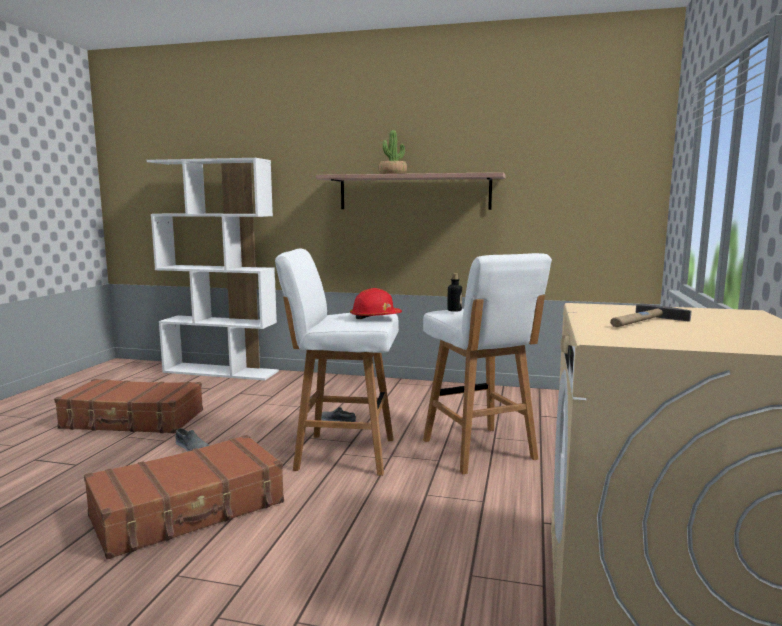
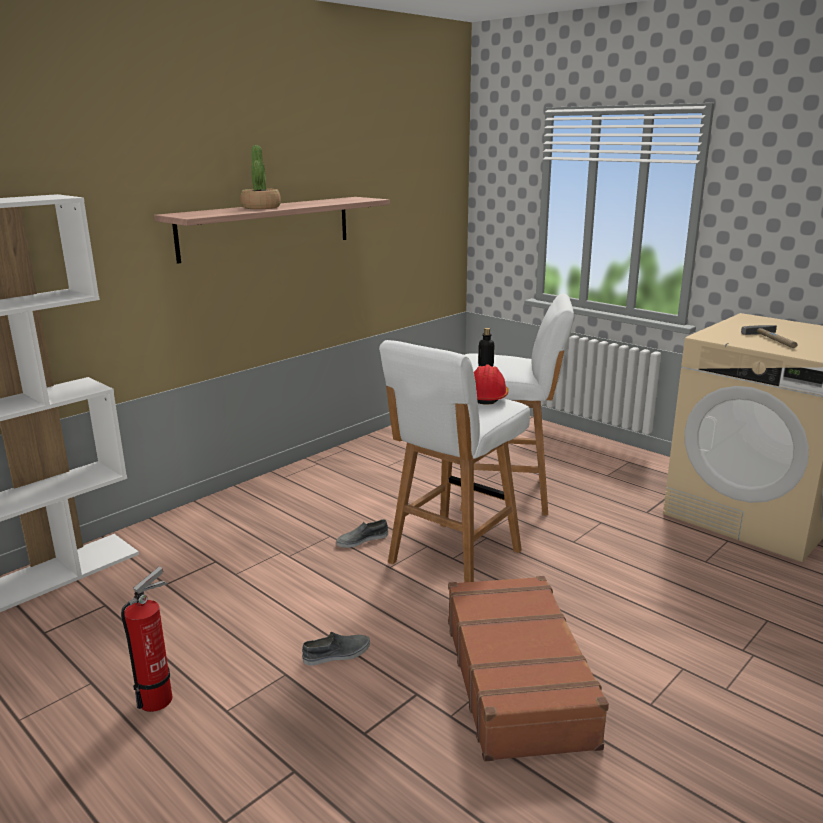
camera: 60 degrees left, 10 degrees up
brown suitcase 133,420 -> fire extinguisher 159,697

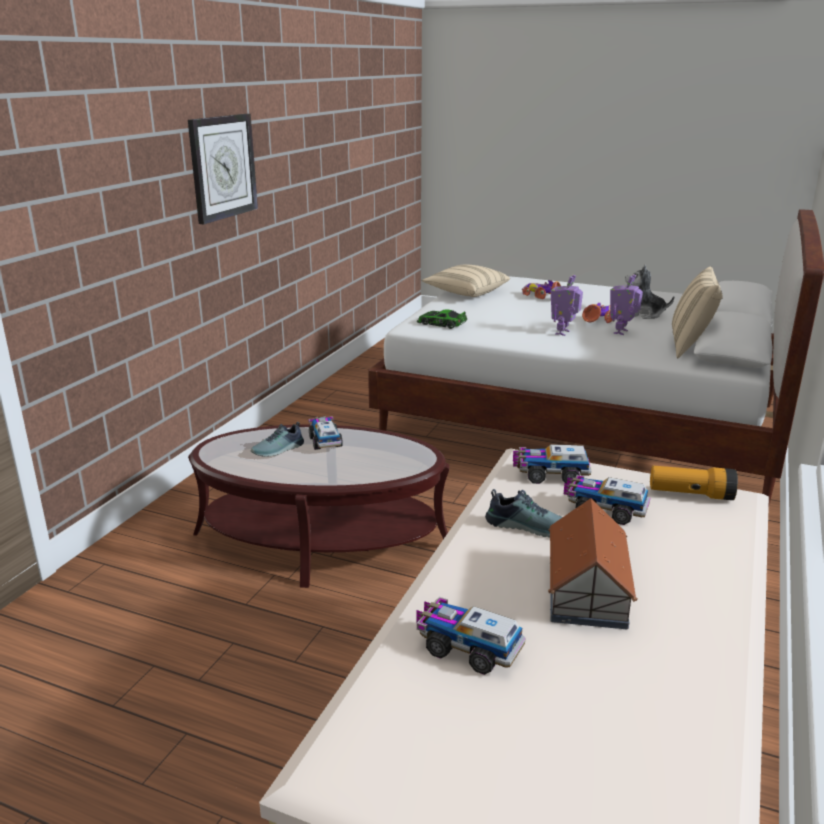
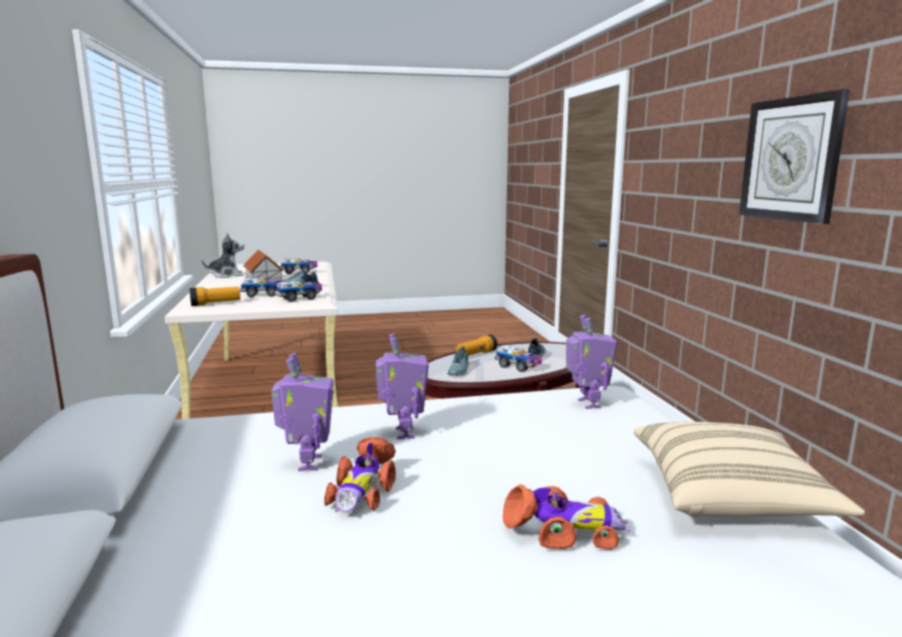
camera: 145 degrees right, 10 degrees down
beige pillow 690,346 -> none
none -> shoe 460,370
none -> flashlight 476,354
plush toy 644,314 -> plush toy 226,275, relocated
toy car 441,323 -> toy robot 587,404

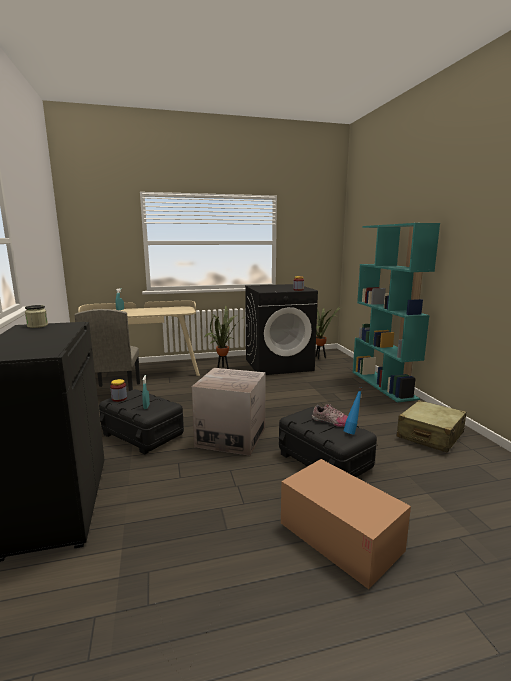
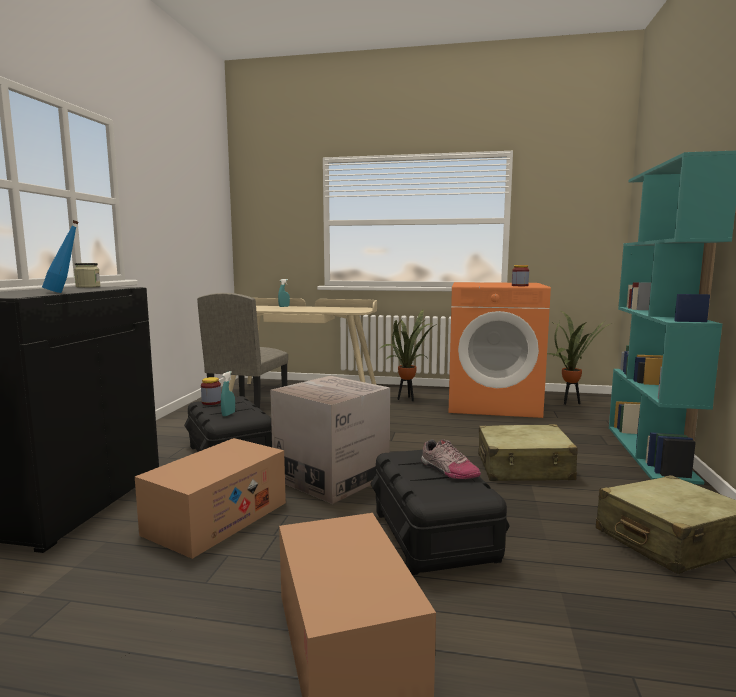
camera: 25 degrees right, 5 degrees down
none -> cardboard box 216,518
none -> beige suitcase 524,468
blue bottle 352,432 -> blue bottle 64,292, relocated
black washing machine 279,364 -> orange washing machine 493,403

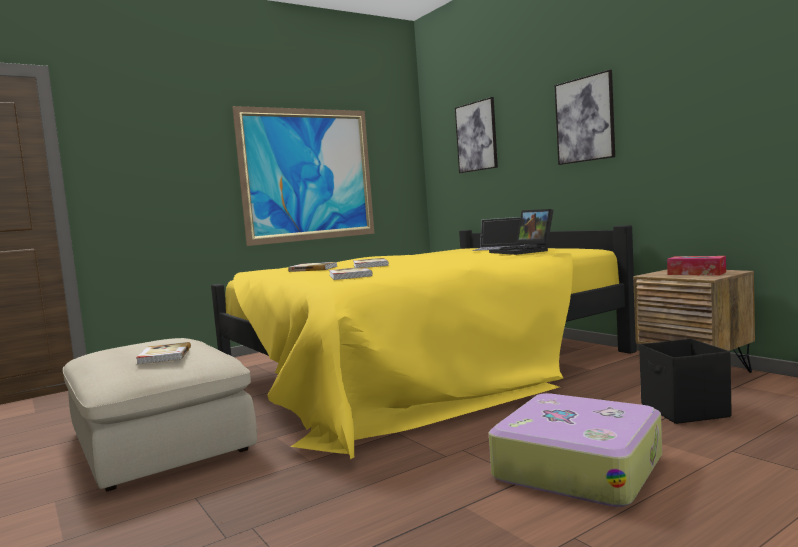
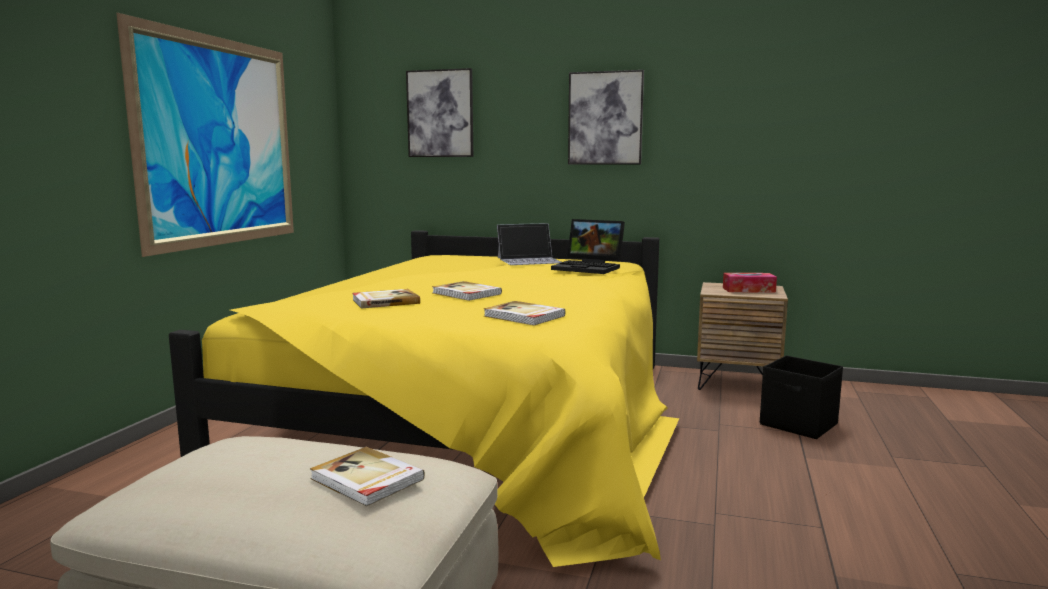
camera: 40 degrees left, 5 degrees up
suitcase 577,466 -> none

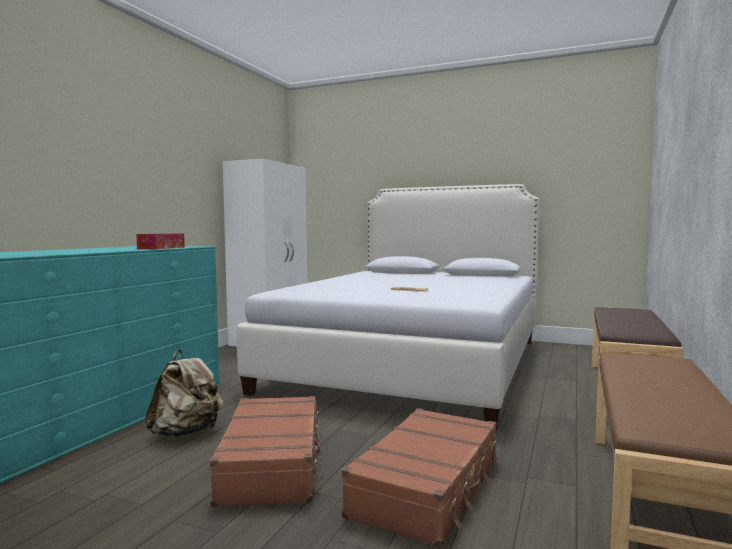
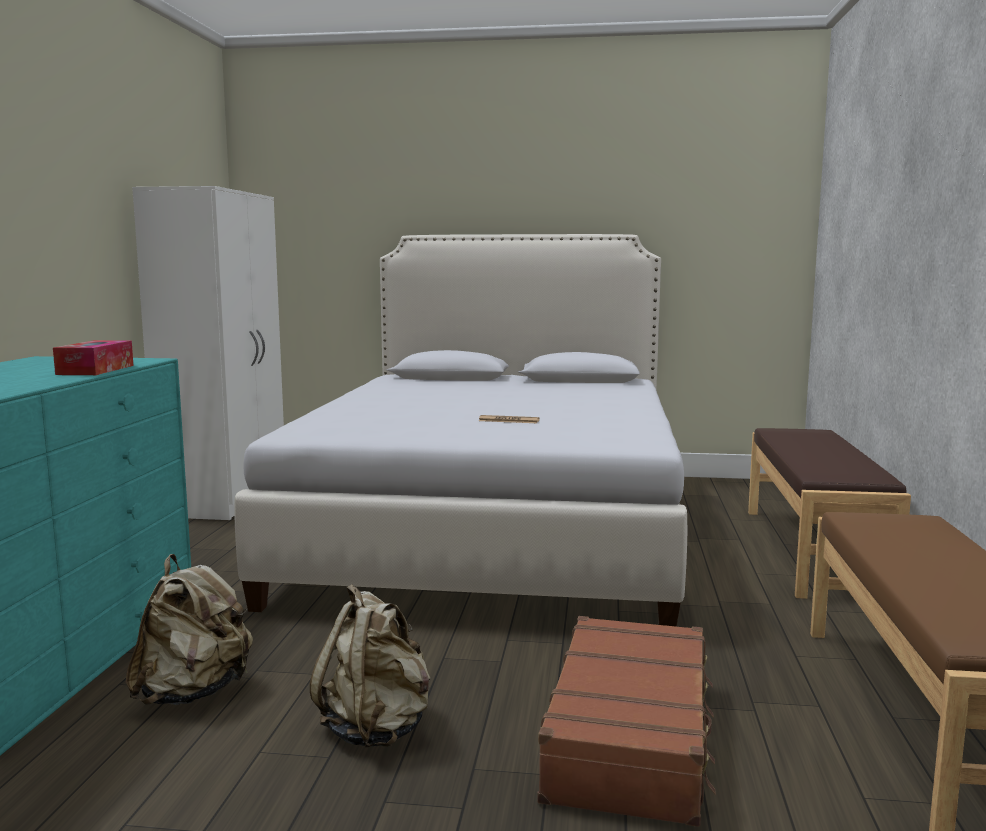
camera: 15 degrees left, 5 degrees up
brown suitcase 273,463 -> beige backpack 377,729

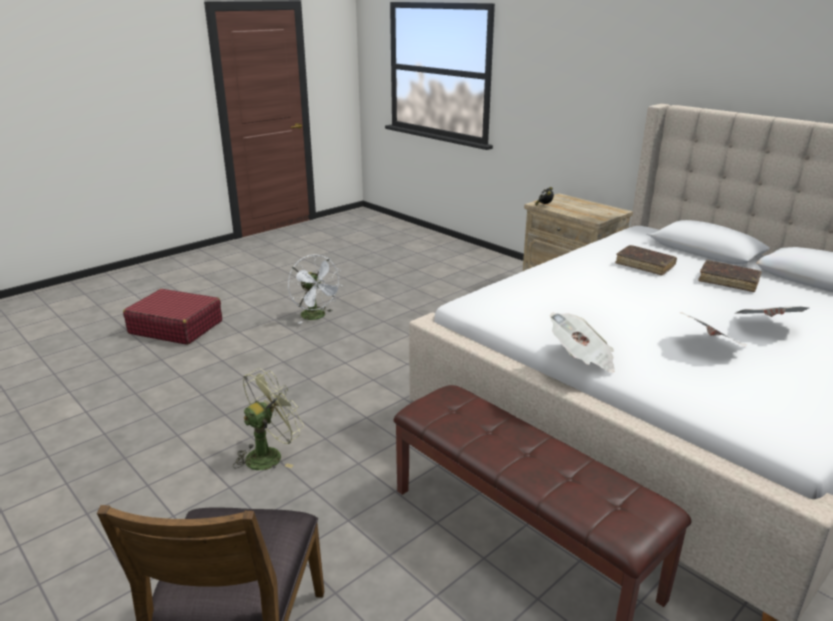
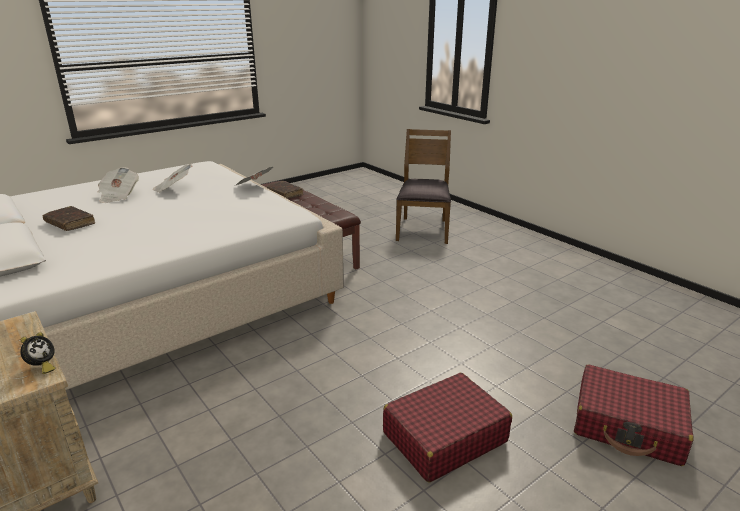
camera: 175 degrees left, 0 degrees up
green fan 270,455 -> none
brown book 644,265 -> brown book 284,194, relocated
white fan 317,317 -> red suitcase 444,437

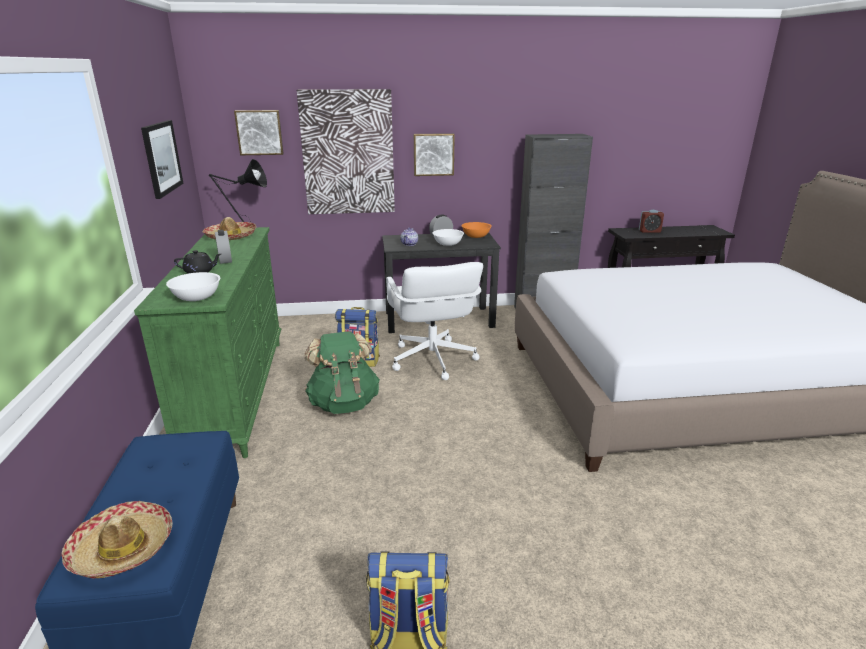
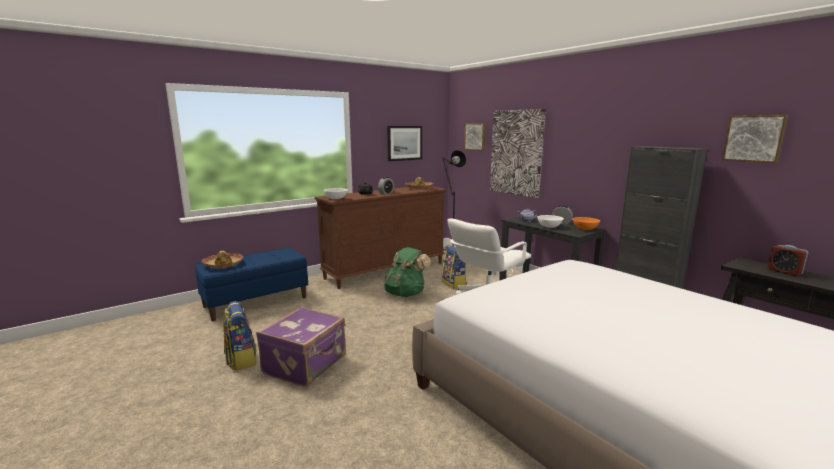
camera: 60 degrees right, 10 degrees down
none -> purple suitcase 306,364
picture 433,154 -> picture 754,138, relocated
green dresser 238,392 -> brown dresser 386,270

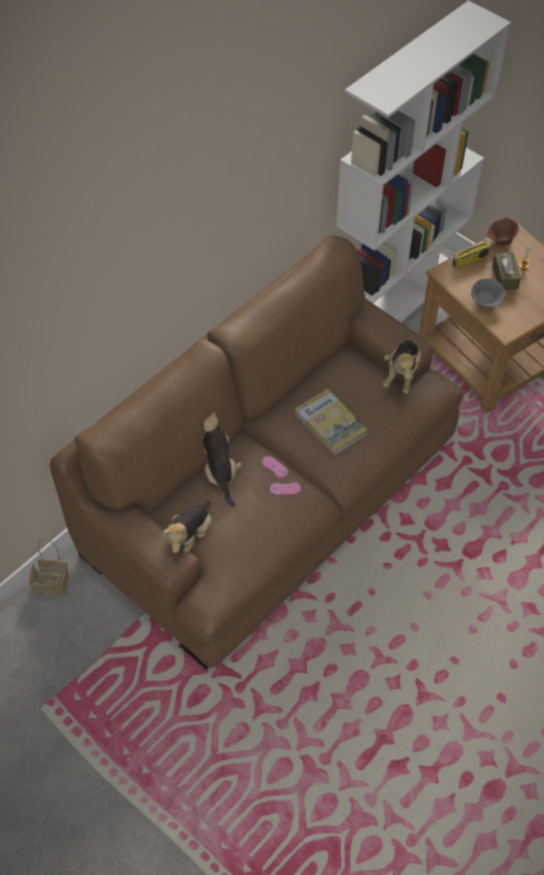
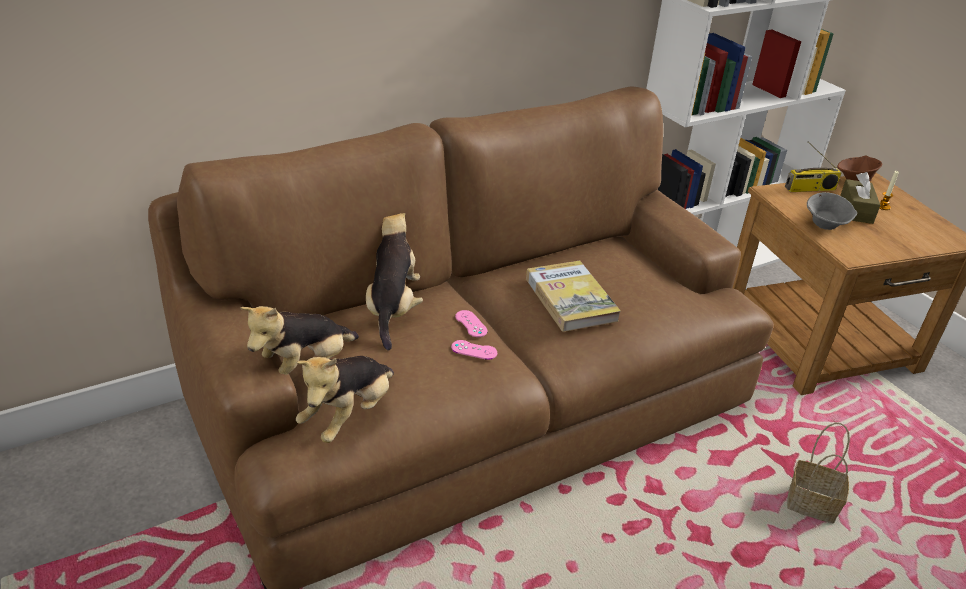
camera: 15 degrees right, 20 degrees down
basket 53,583 -> basket 813,504, relocated
plush toy 401,374 -> plush toy 349,415, relocated

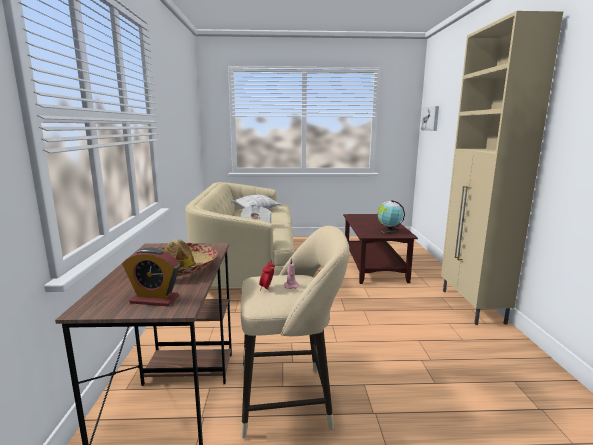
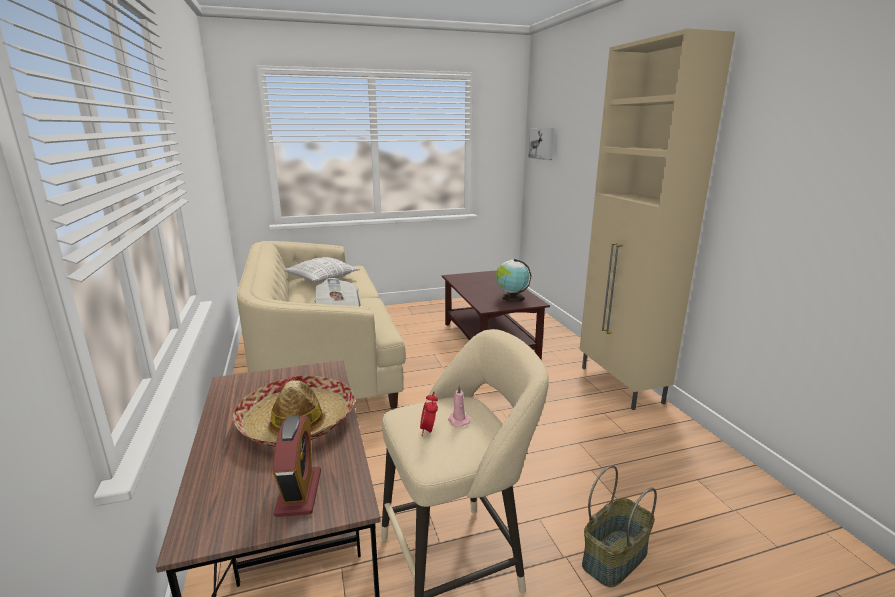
camera: 15 degrees left, 5 degrees up
none -> basket 614,557
alarm clock 154,300 -> alarm clock 299,493, 90 degrees counterclockwise

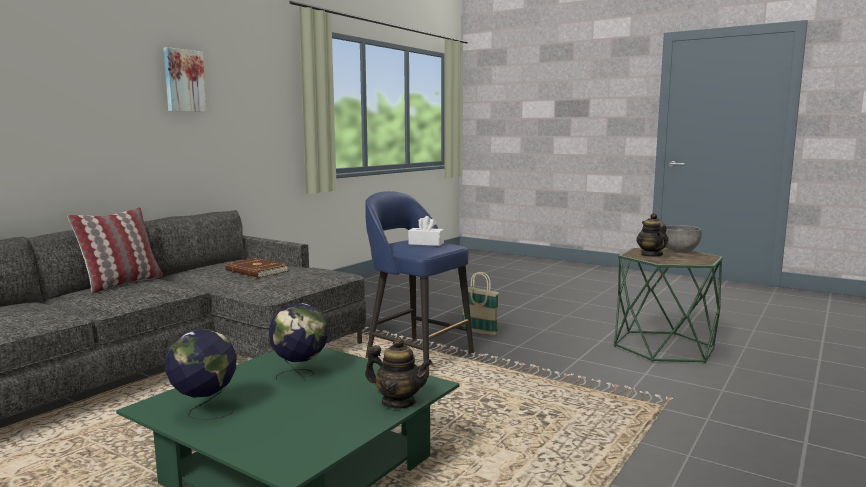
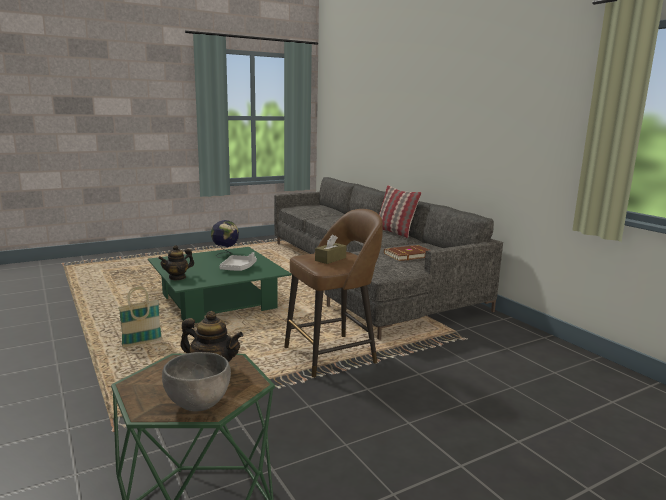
camera: 115 degrees right, 5 degrees up
picture 184,81 -> none
basket 479,332 -> basket 142,343, relocated
globe 300,375 -> grey tray 238,268
blue stool 417,355 -> brown stool 332,355
white tissue box 426,243 -> brown tissue box 330,259

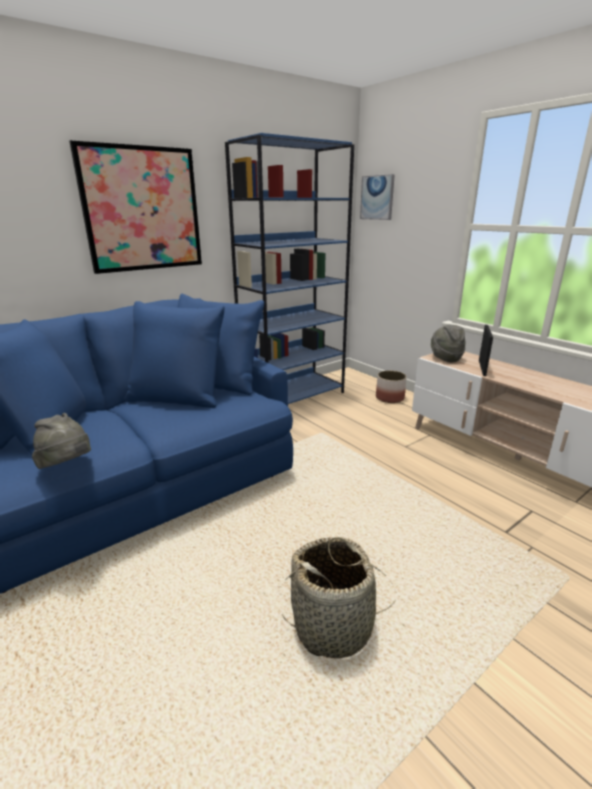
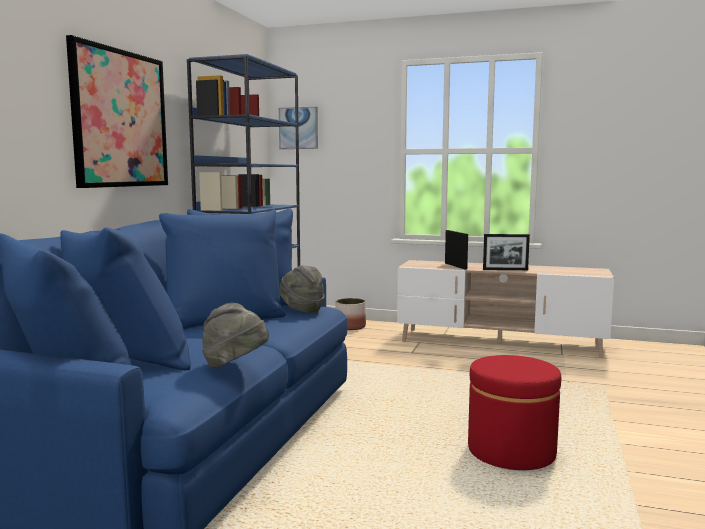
camera: 35 degrees left, 15 degrees down
none -> picture frame 505,270
grey hat 445,358 -> grey hat 301,310, relocated
basket 334,626 -> red ottoman 511,451

